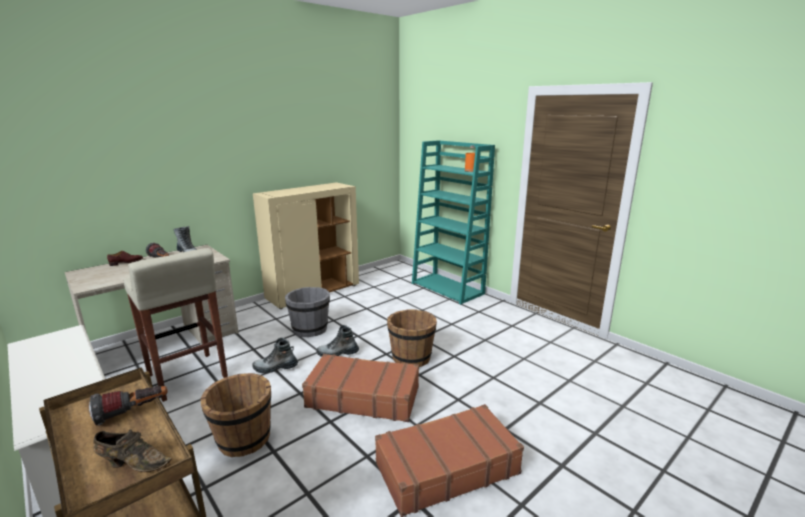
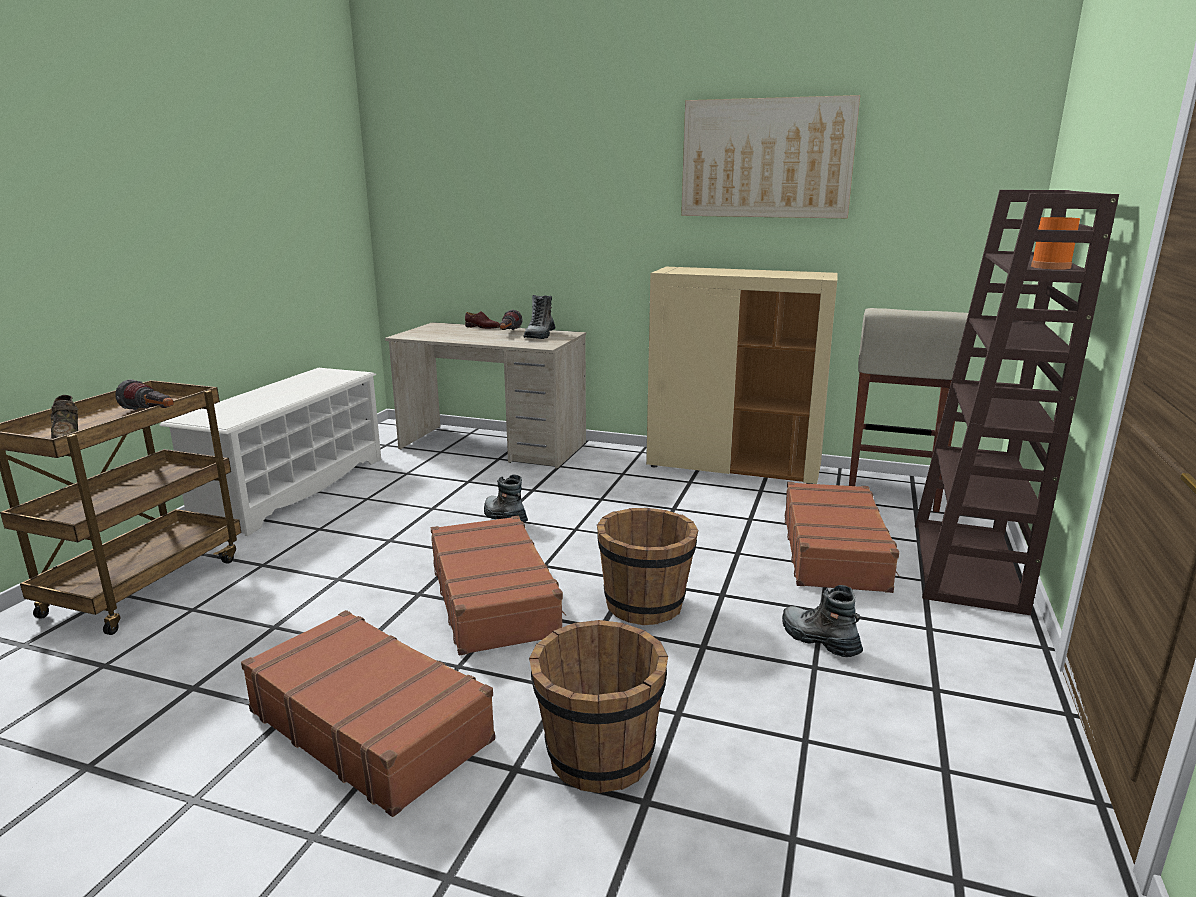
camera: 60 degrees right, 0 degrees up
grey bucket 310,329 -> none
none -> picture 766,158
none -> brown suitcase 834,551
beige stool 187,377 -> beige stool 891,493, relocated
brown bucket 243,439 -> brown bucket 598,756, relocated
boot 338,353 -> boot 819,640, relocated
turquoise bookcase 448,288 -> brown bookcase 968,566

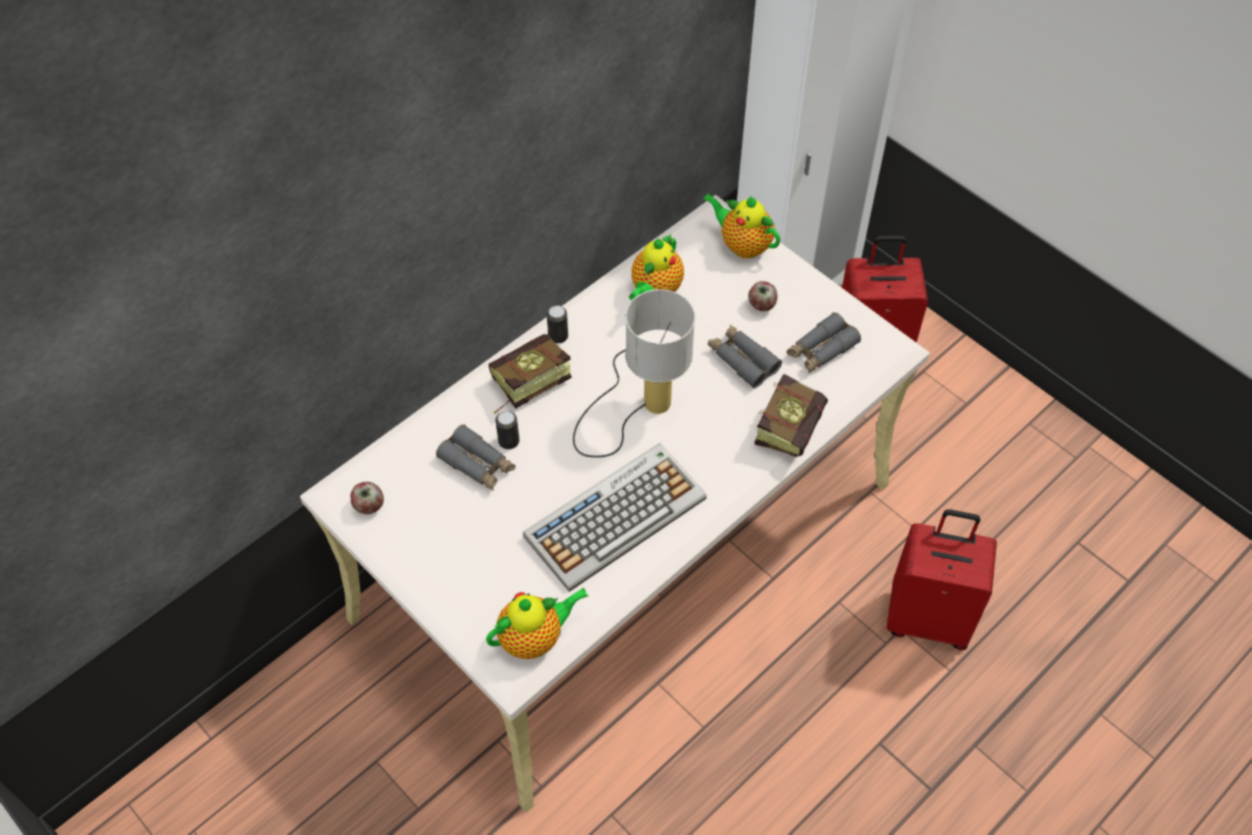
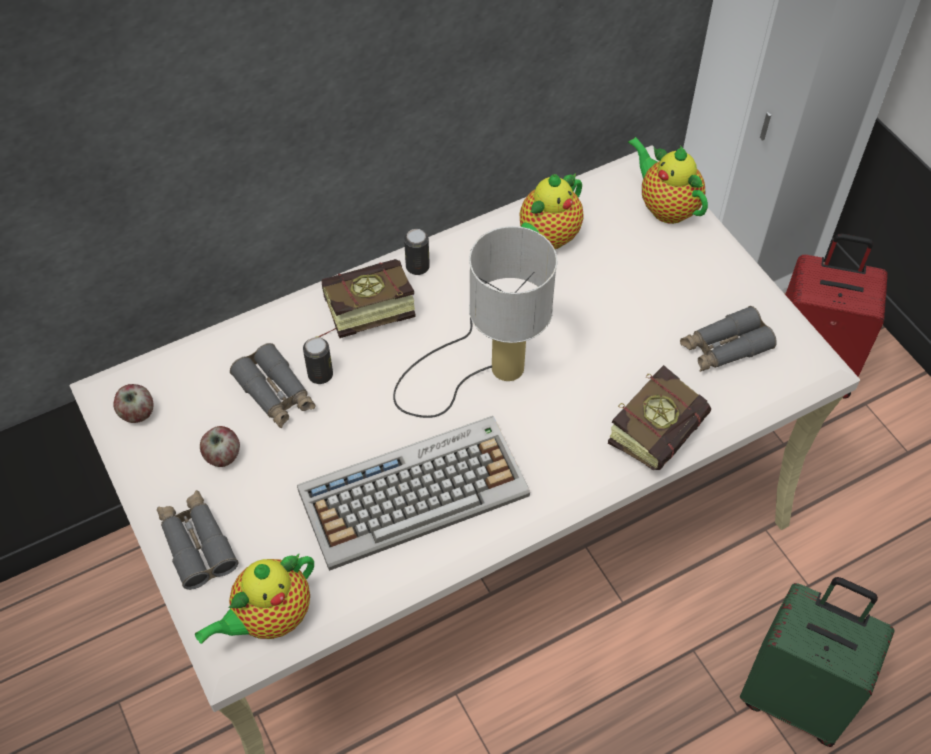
camera: 15 degrees right, 0 degrees up
grey binoculars 742,360 -> grey binoculars 196,543, relocated
apple 761,305 -> apple 222,456, relocated
red suitcase 928,618 -> green suitcase 795,696
teapot 534,638 -> teapot 269,617, 150 degrees clockwise

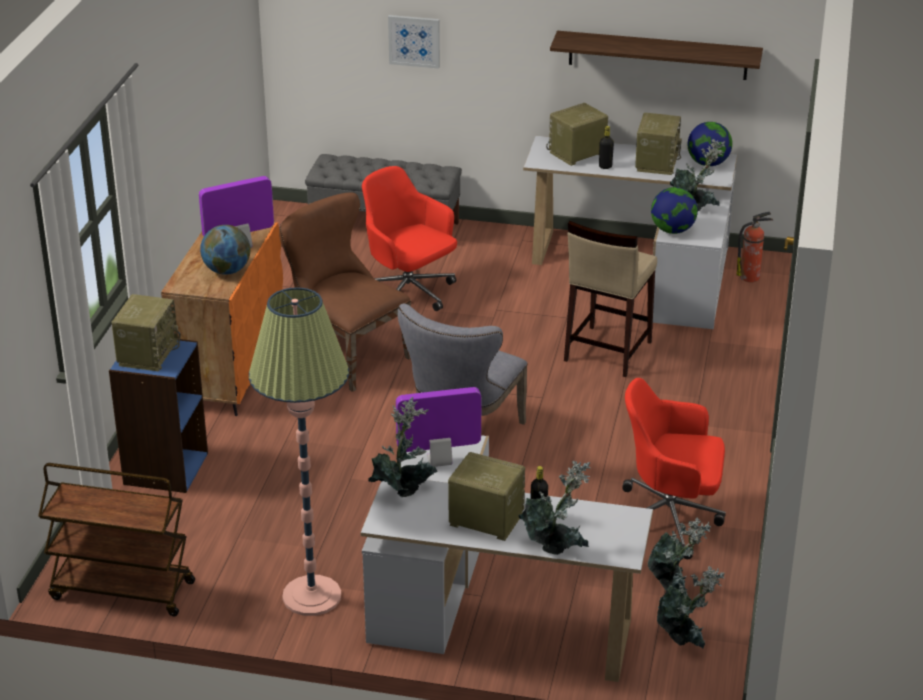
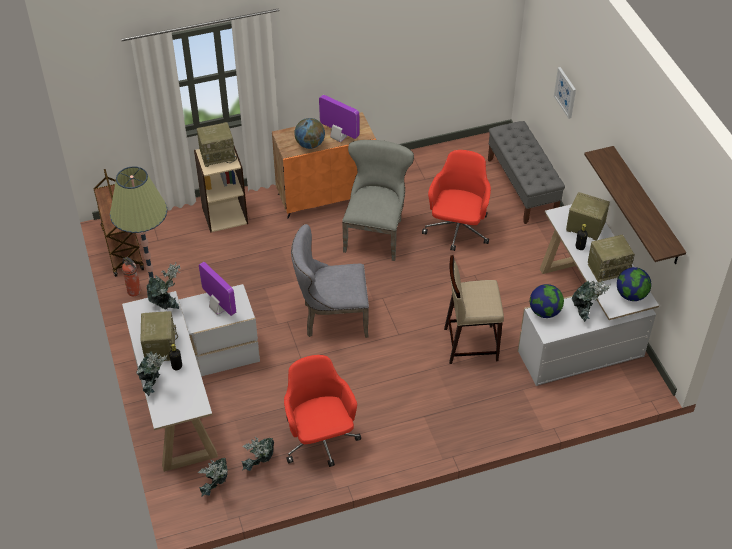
camera: 60 degrees right, 15 degrees up
fire extinguisher 750,277 -> fire extinguisher 134,291, relocated
blue bookcase 165,468 -> beige bookcase 224,215
brown chair 346,355 -> grey chair 375,233

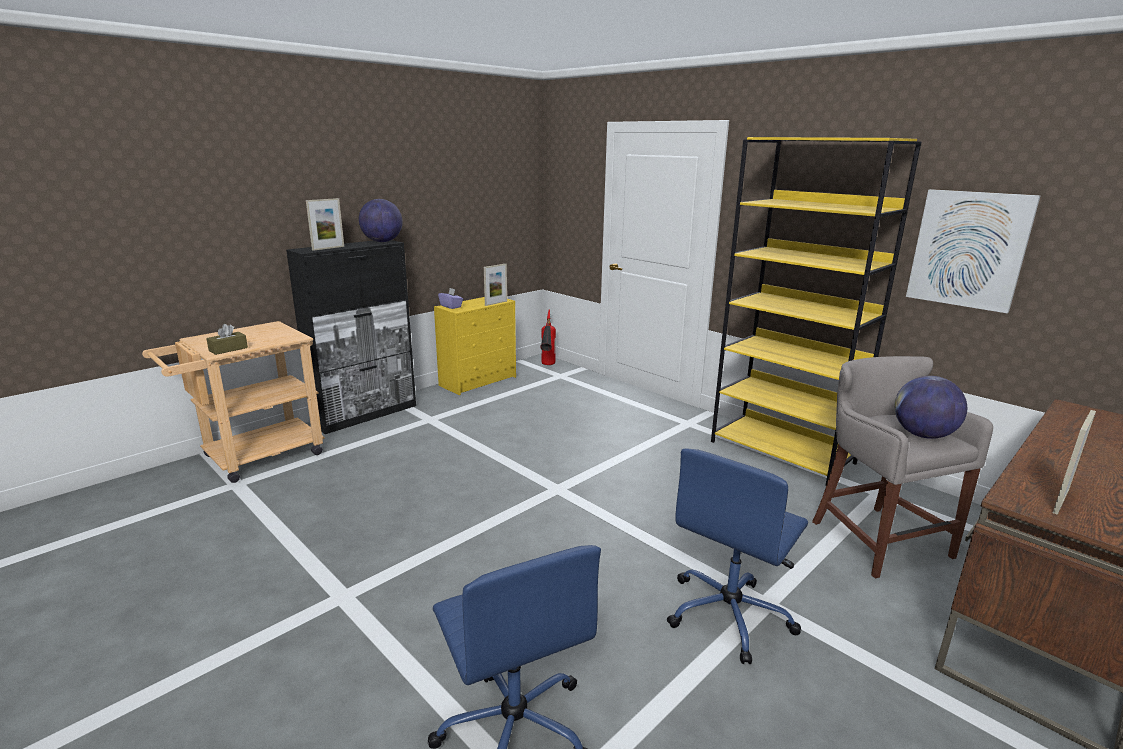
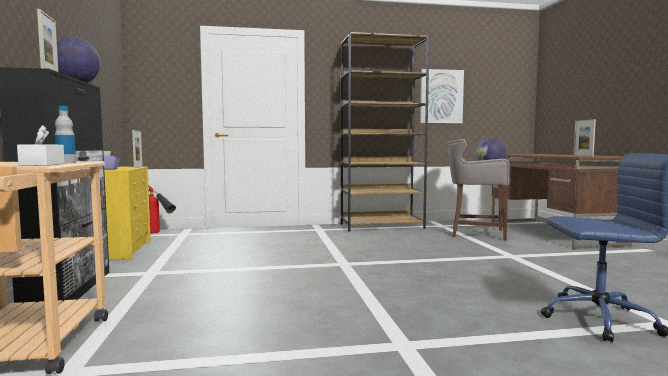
camera: 55 degrees left, 15 degrees down
blue office chair 729,614 -> none
none -> bottle 66,162
brown tissue box 228,349 -> white tissue box 42,164
yellow bookcase 782,452 -> brown bookcase 382,226

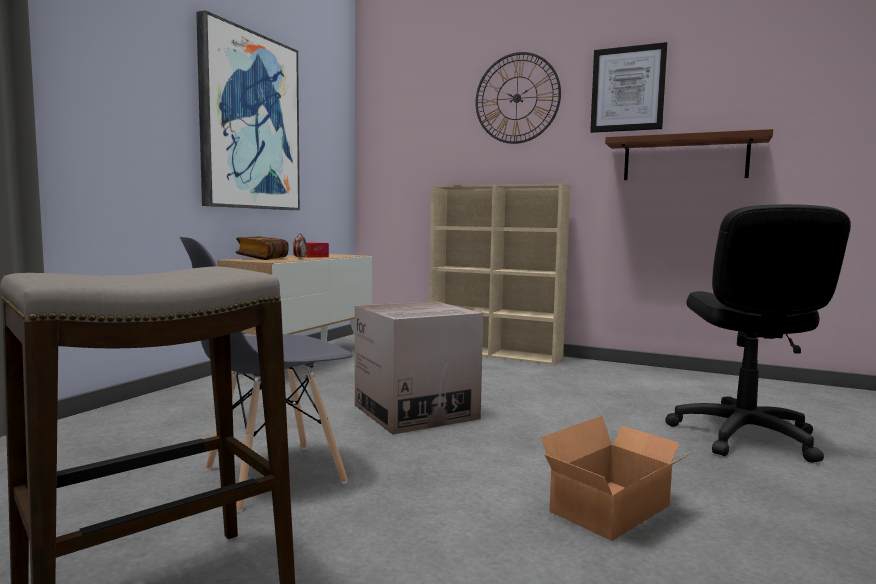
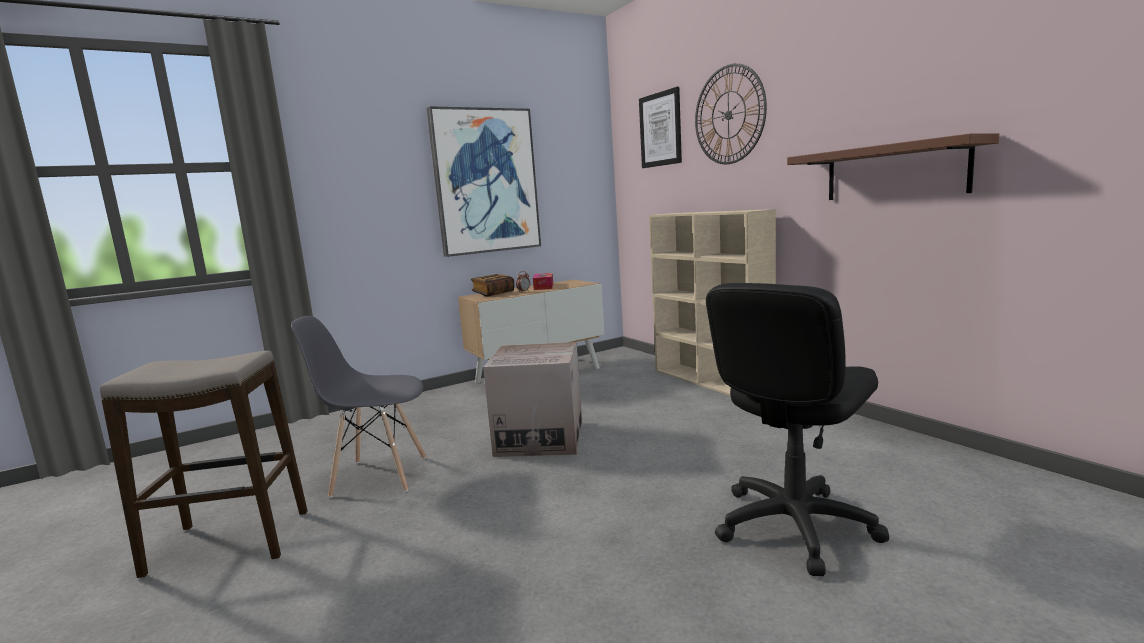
camera: 35 degrees right, 5 degrees up
cardboard box 616,509 -> none
picture 627,89 -> picture 660,129, relocated

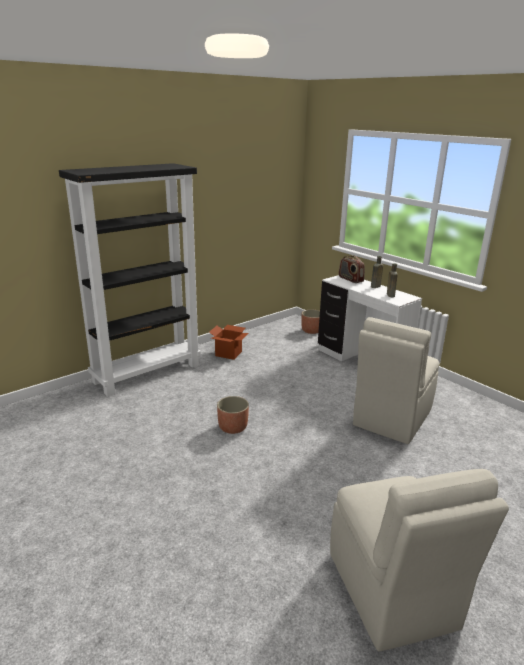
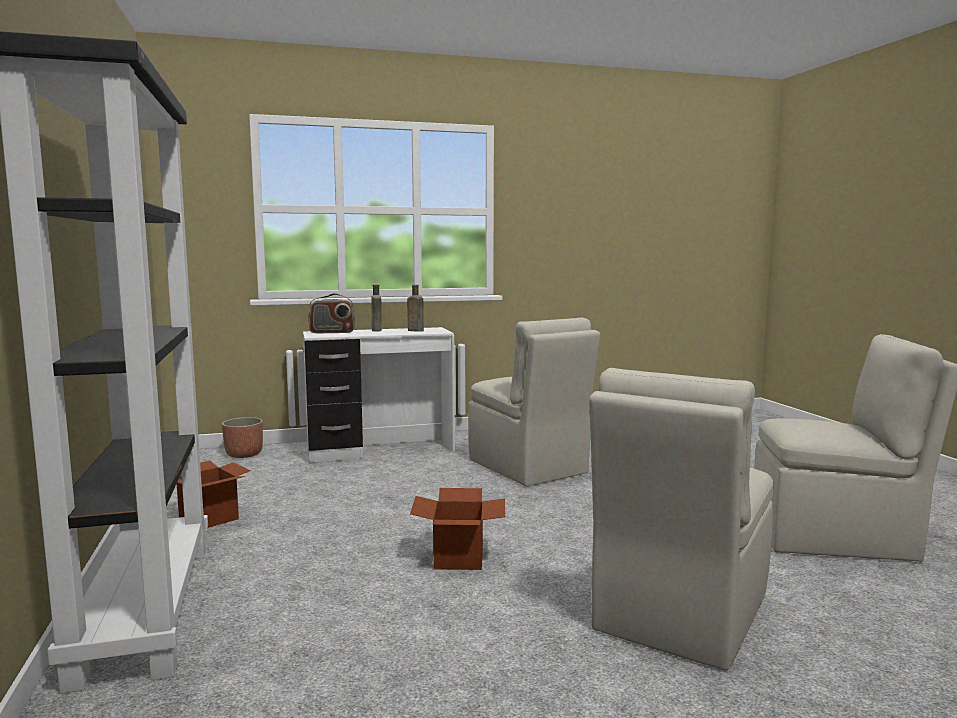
camera: 65 degrees left, 15 degrees down
none -> beige chair 679,614
planter 233,427 -> cardboard box 458,558

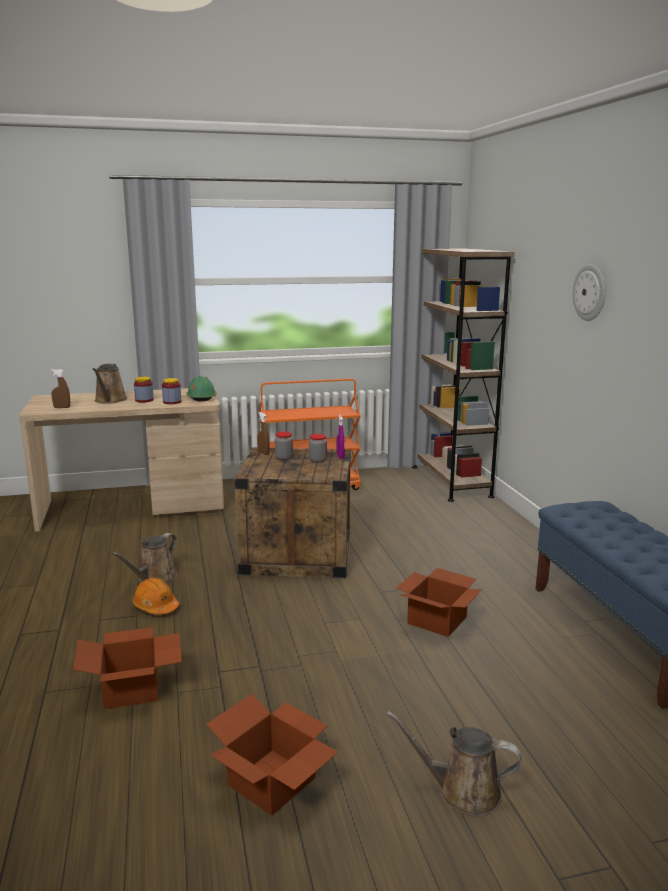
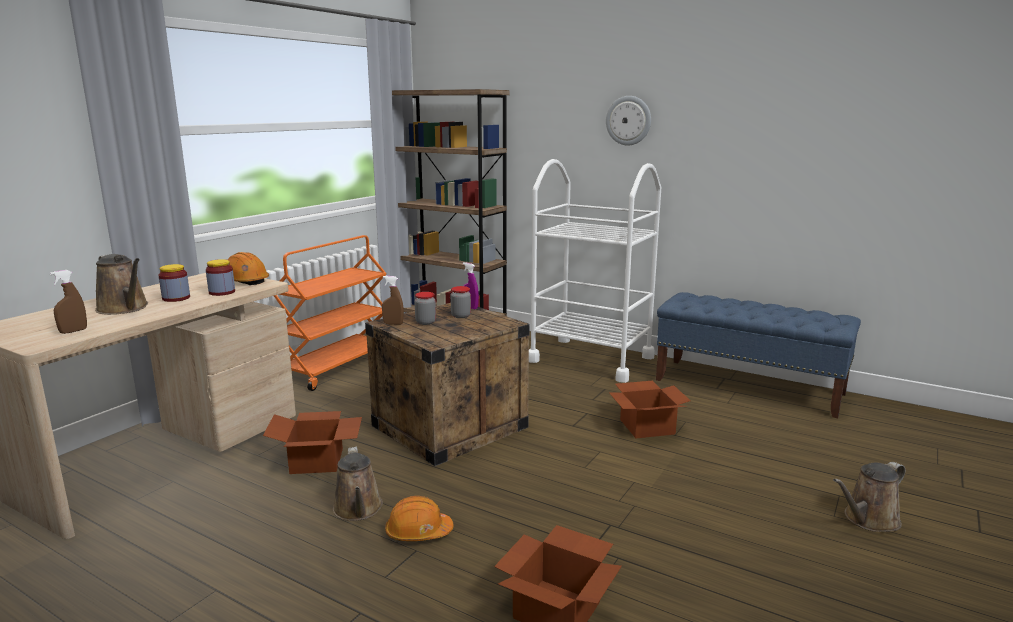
camera: 45 degrees left, 0 degrees up
none -> white cart 591,359
cardboard box 272,783 -> cardboard box 318,461, relocated
green hard hat 201,398 -> orange hard hat 244,281

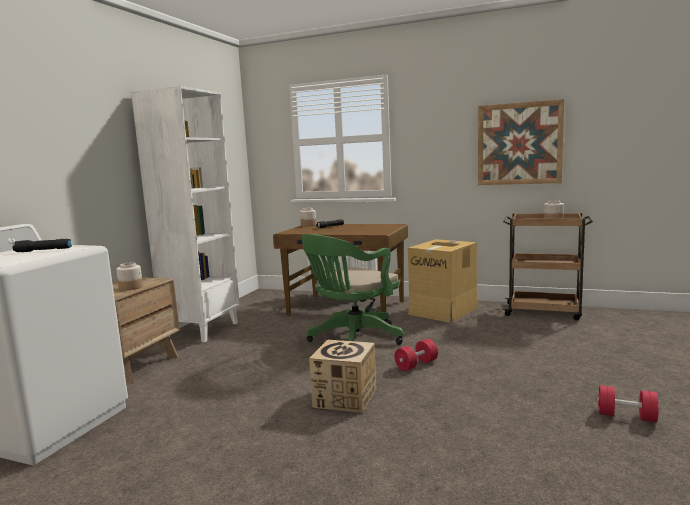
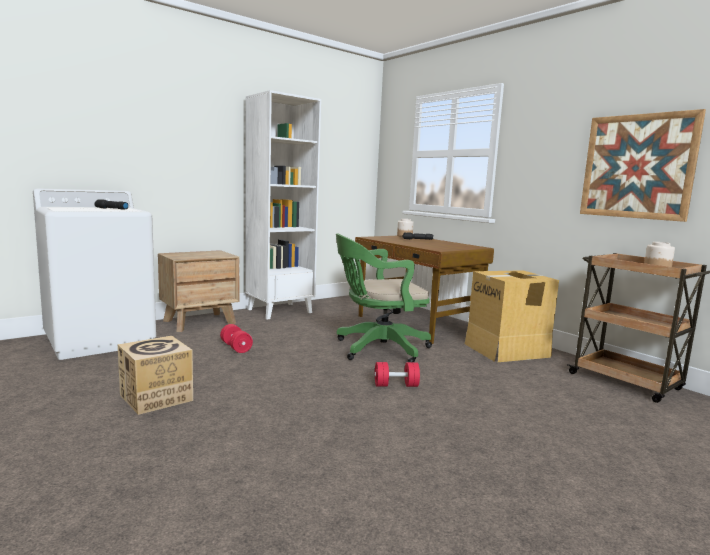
camera: 30 degrees right, 0 degrees up
jar 131,287 -> none
cardboard box 345,398 -> cardboard box 156,398, relocated
red dumbbell 626,416 -> red dumbbell 236,347, relocated

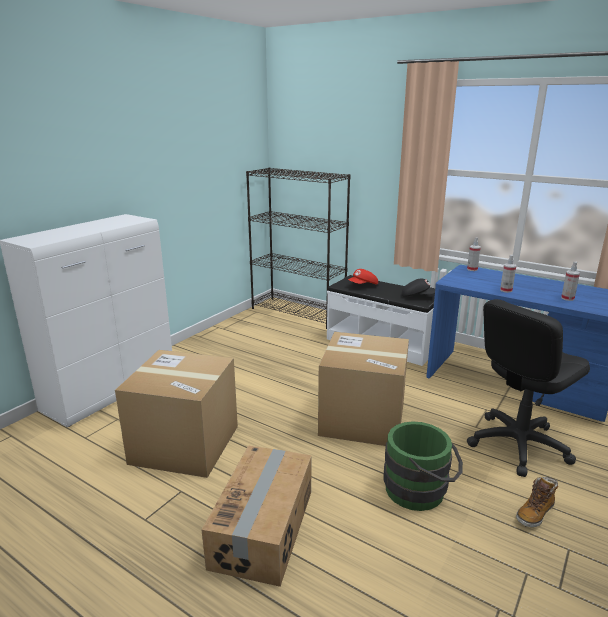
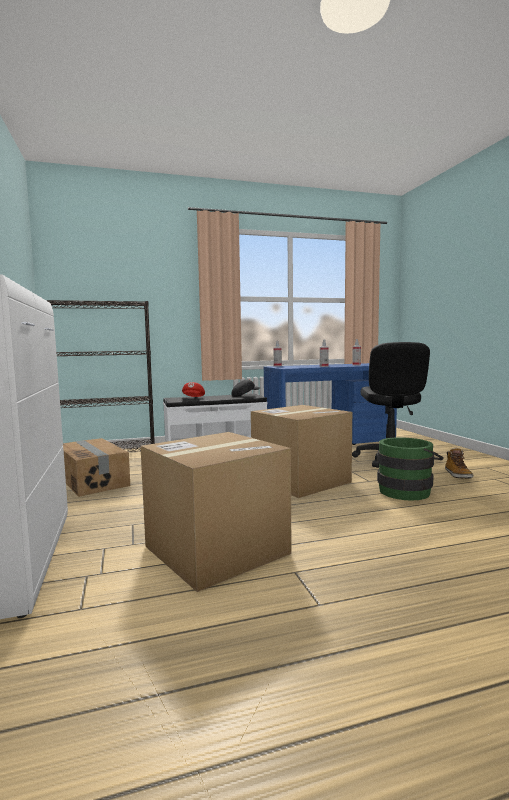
camera: 50 degrees left, 15 degrees down
cardboard box 264,528 -> cardboard box 93,480, relocated

